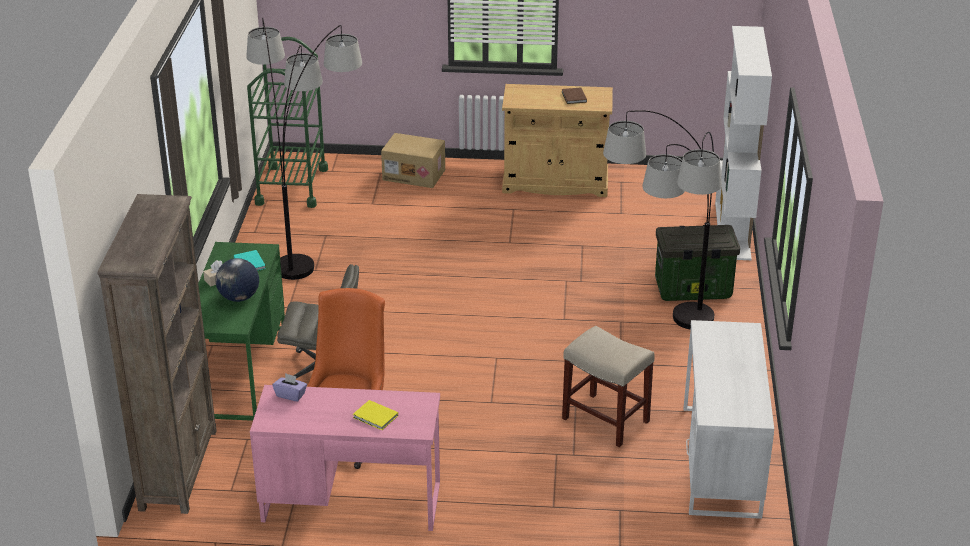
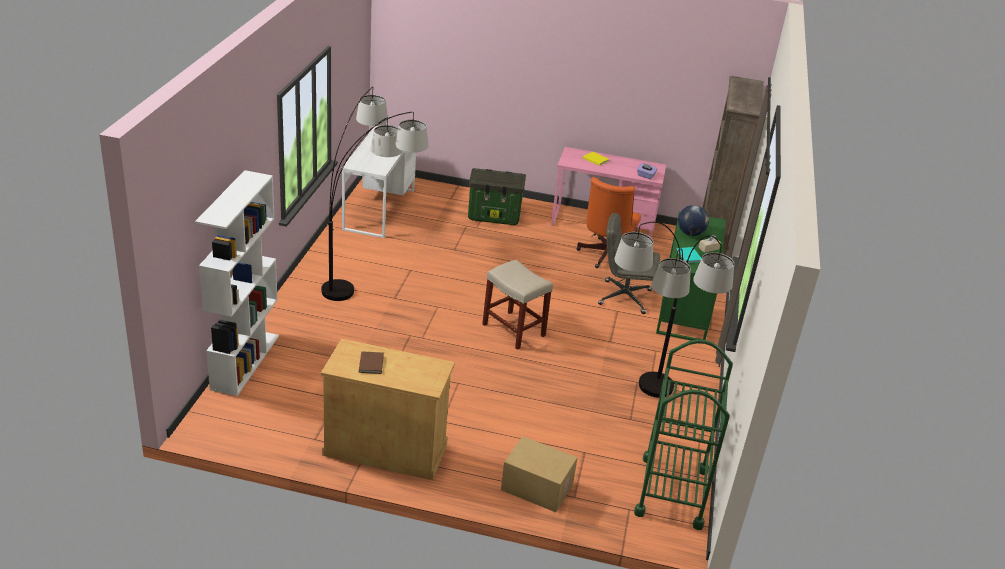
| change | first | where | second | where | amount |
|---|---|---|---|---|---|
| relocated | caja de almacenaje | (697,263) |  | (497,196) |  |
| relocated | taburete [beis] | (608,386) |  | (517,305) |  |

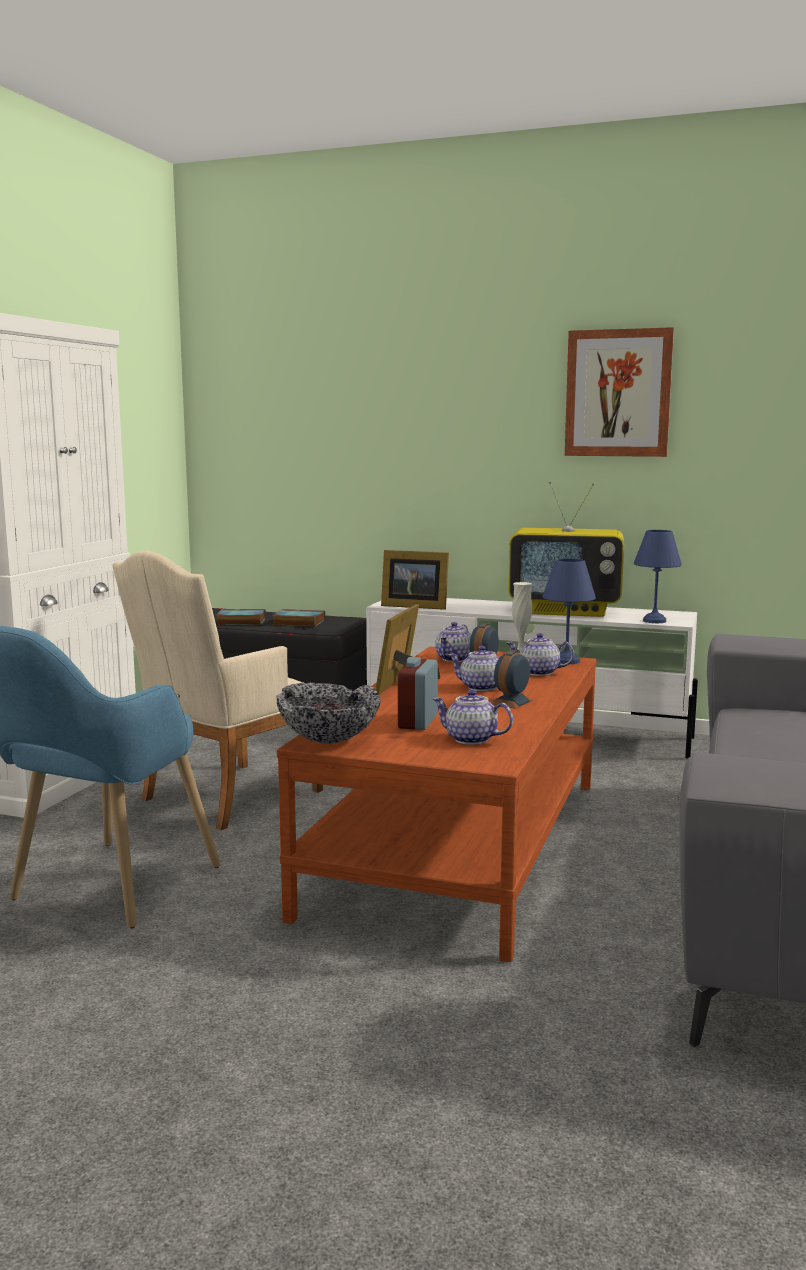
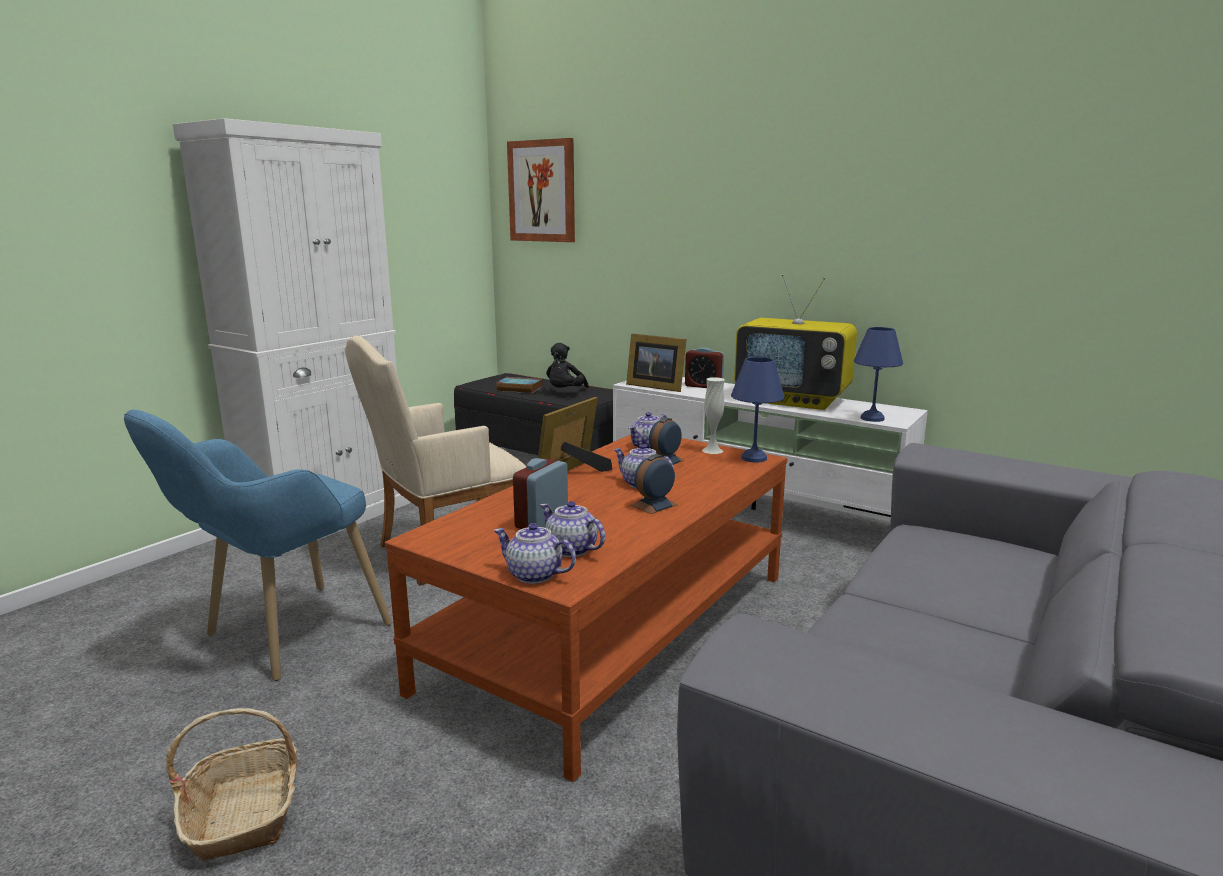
| change | first | where | second | where | amount |
|---|---|---|---|---|---|
| appeared |  |  | cesta | (232,784) |  |
| relocated | tetera | (540,654) |  | (535,553) |  |
| relocated | cuadro | (619,392) |  | (541,190) |  |
| exchanged | libro | (298,617) | peluche [negro] | (567,365) |  |
| appeared |  |  | despertador | (704,367) |  |
| missing | cuenco | (329,713) |  |  |  |

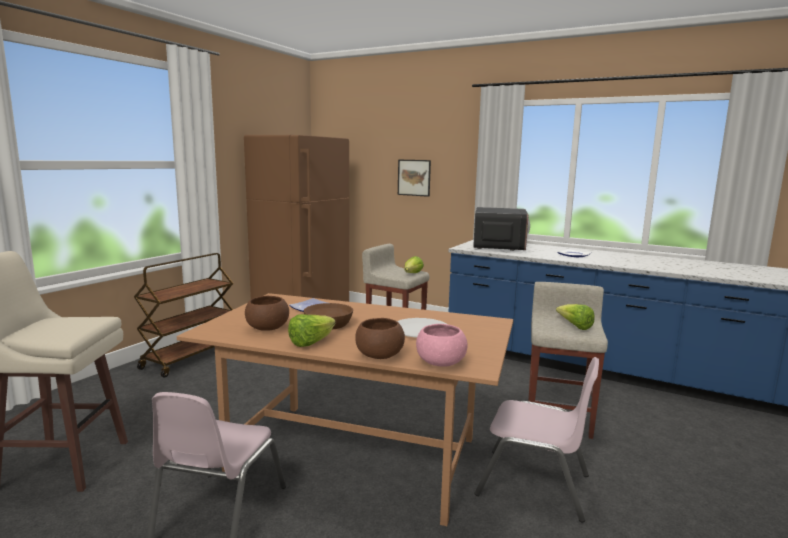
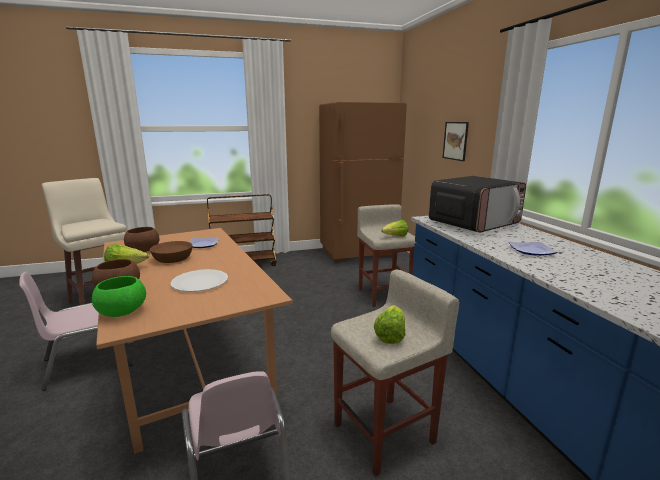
| change | first | where | second | where | amount |
|---|---|---|---|---|---|
| colour | cuenco [rosa] | (442,345) | cuenco [verde] | (119,296) |  |

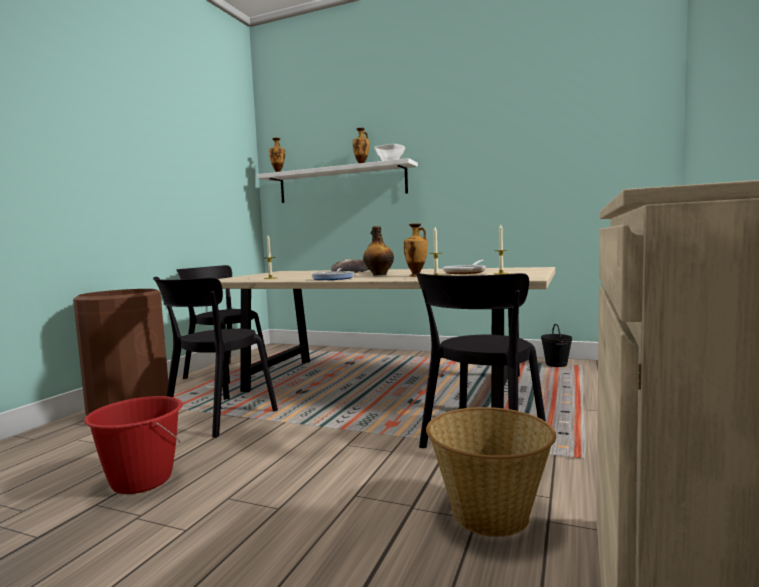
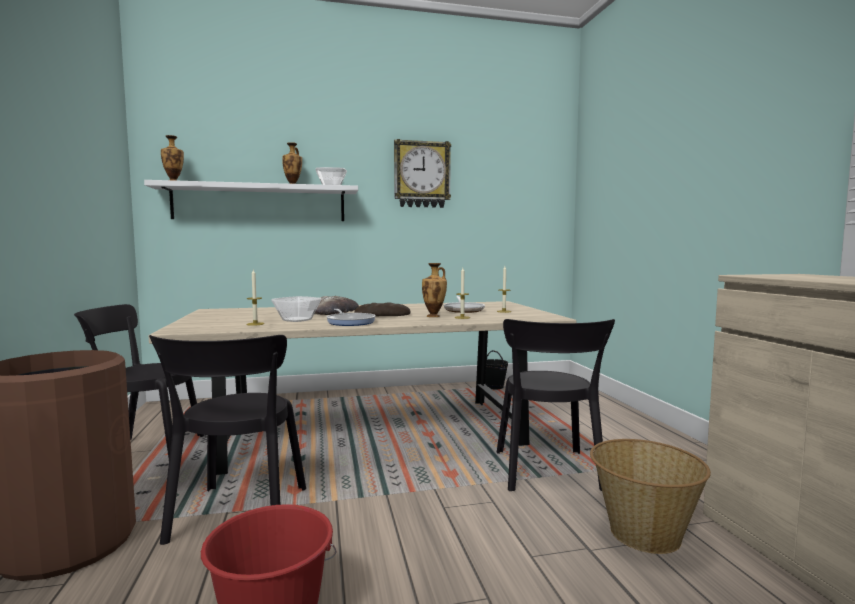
| change | first | where | second | where | amount |
|---|---|---|---|---|---|
| appeared |  |  | cuenco | (296,309) |  |
| exchanged | botella | (378,251) | pan | (382,309) |  |
| appeared |  |  | reloj de pared | (422,173) |  |

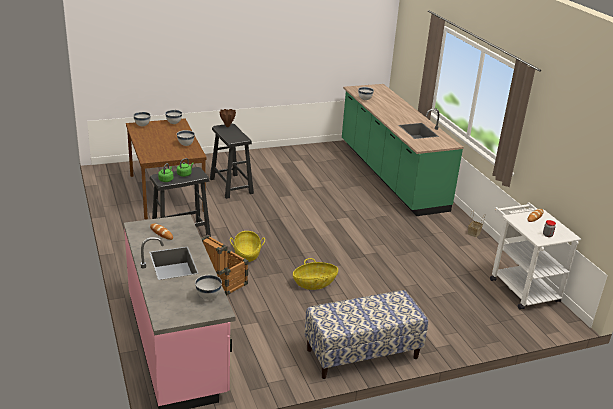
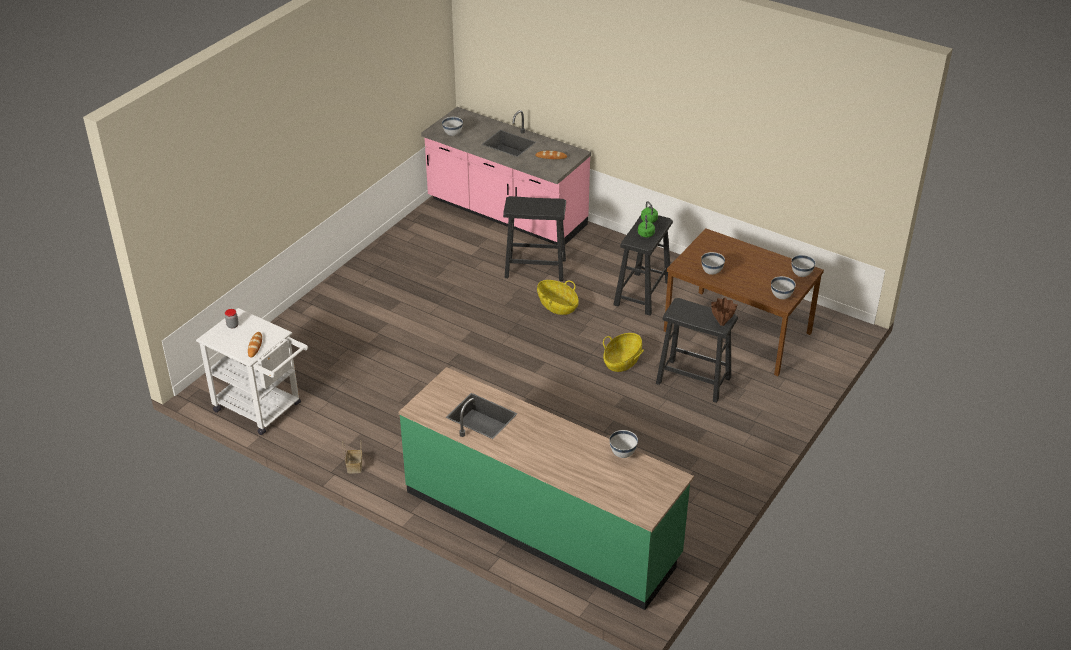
| change | first | where | second | where | amount |
|---|---|---|---|---|---|
| exchanged | caja de embalaje | (224,265) | taburete [negro] | (534,238) |  |
| relocated | cesta | (315,274) |  | (623,352) |  |
| missing | banco | (366,334) |  |  |  |

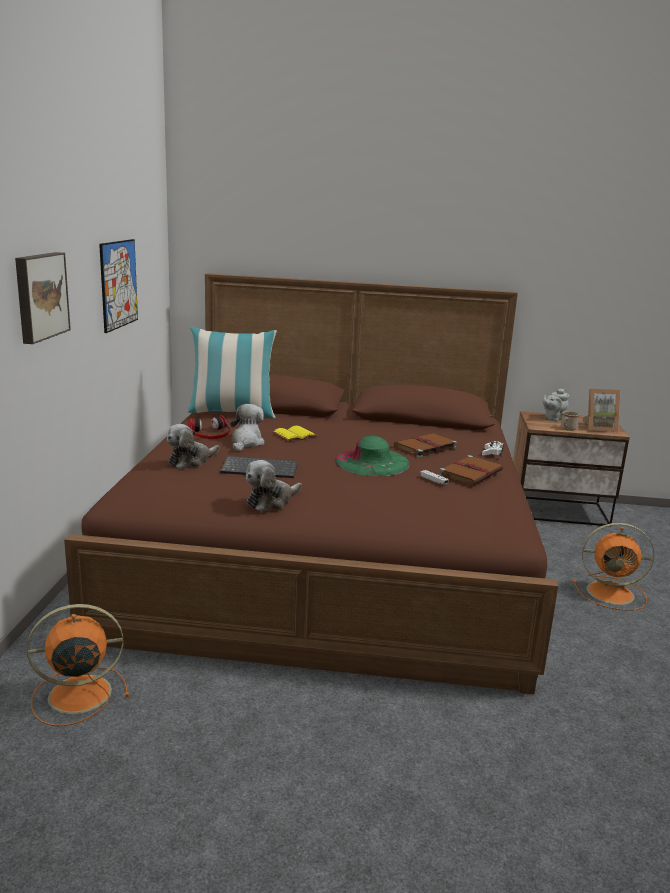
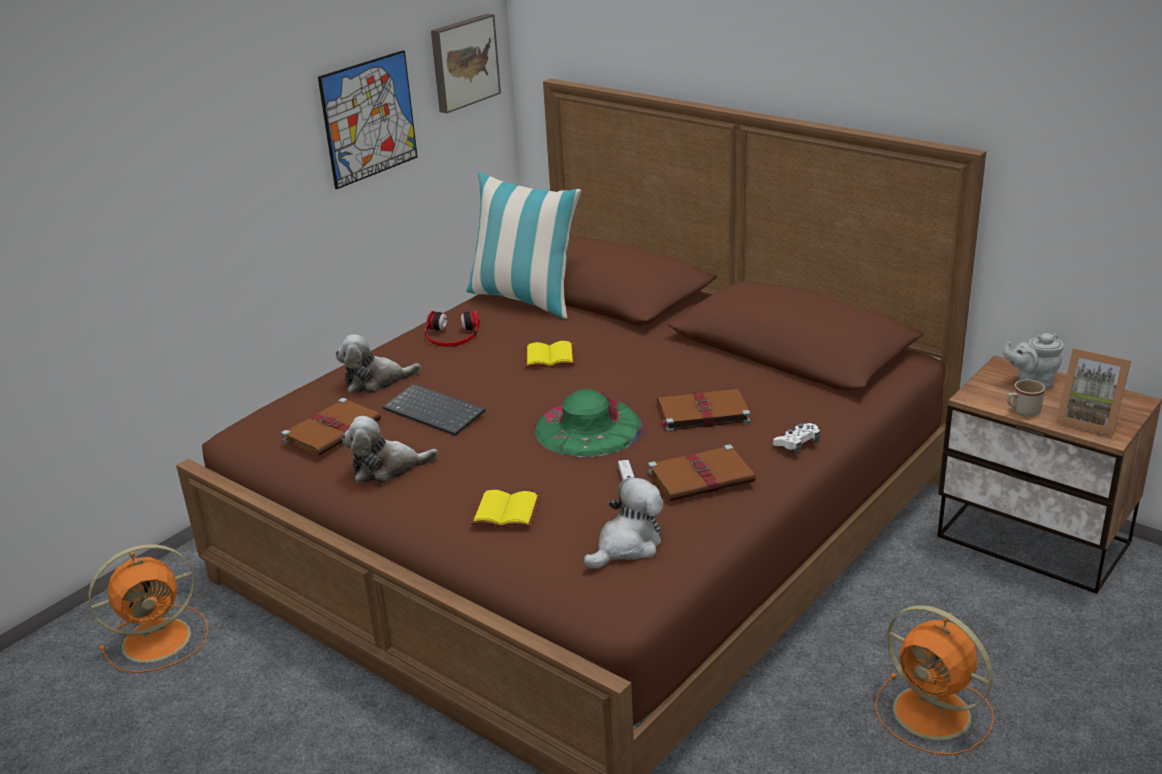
| change | first | where | second | where | amount |
|---|---|---|---|---|---|
| spun | ventilador [naranja] | (78,665) |  | (148,608) | 135 degrees clockwise |
| appeared |  |  | libro [marrón] | (331,427) |  |
| relocated | cuadro | (43,298) |  | (466,63) |  |
| appeared |  |  | libro [amarillo] | (505,508) |  |
| relocated | peluche | (247,427) |  | (623,523) |  |

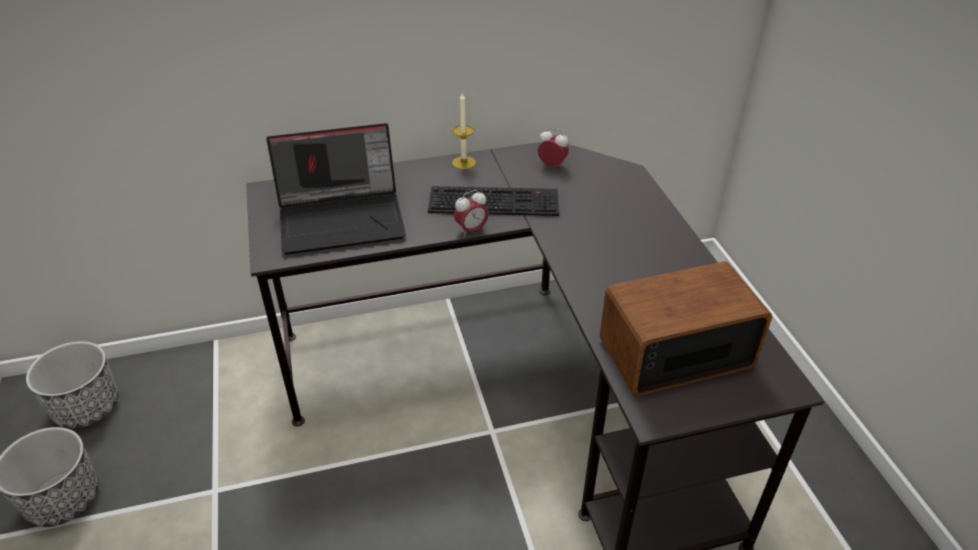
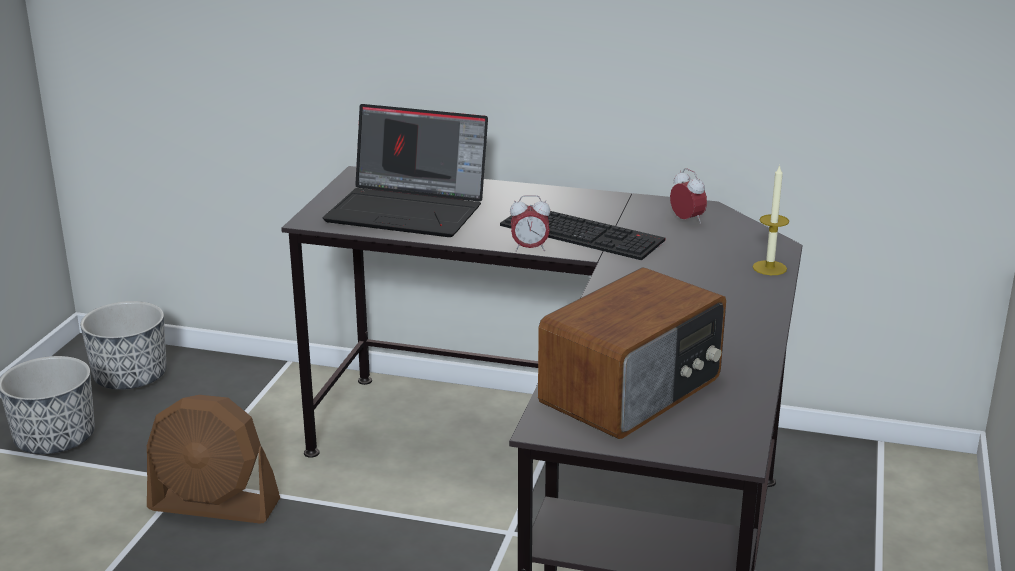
| change | first | where | second | where | amount |
|---|---|---|---|---|---|
| appeared |  |  | ventilador [marrón] | (213,459) |  |
| spun | radio | (686,328) |  | (632,353) | 120 degrees clockwise |
| relocated | vela | (464,131) |  | (771,220) |  |

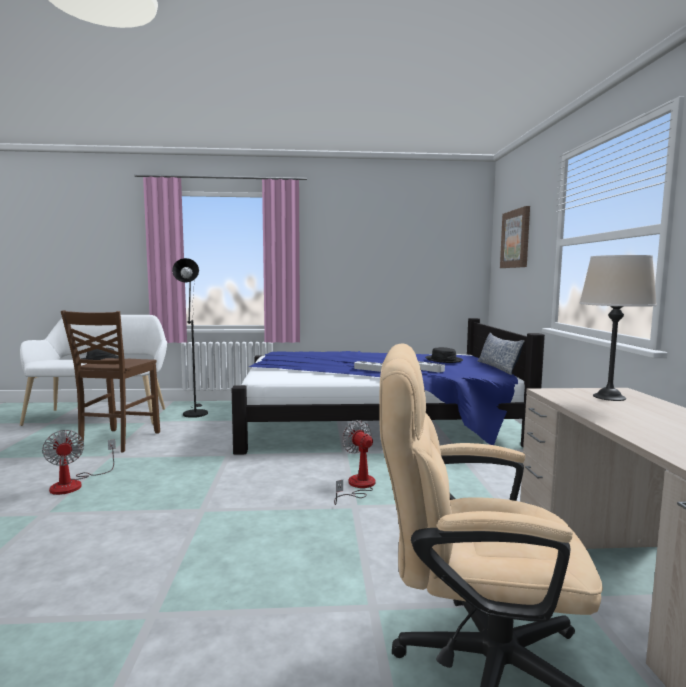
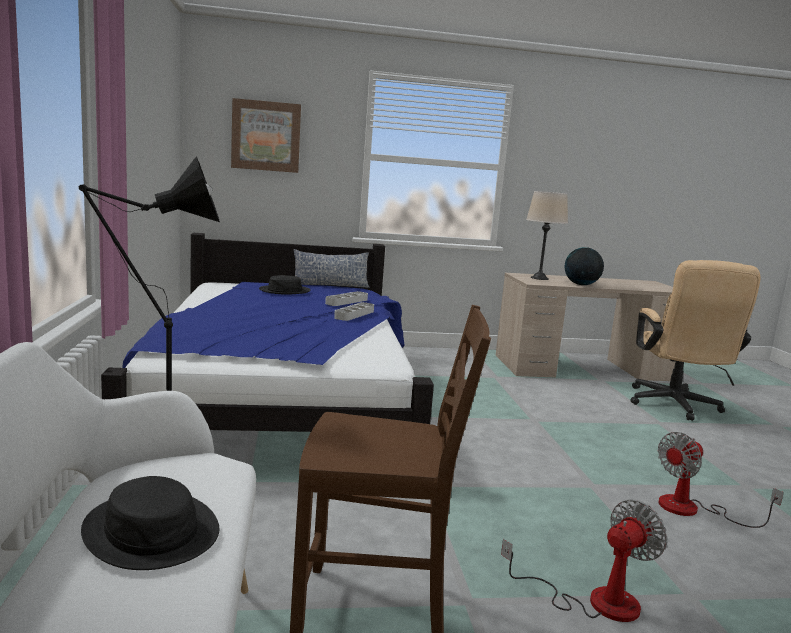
| change | first | where | second | where | amount |
|---|---|---|---|---|---|
| appeared |  |  | globo terráqueo | (584,266) |  |
| relocated | ventilador | (354,462) |  | (721,480) |  |

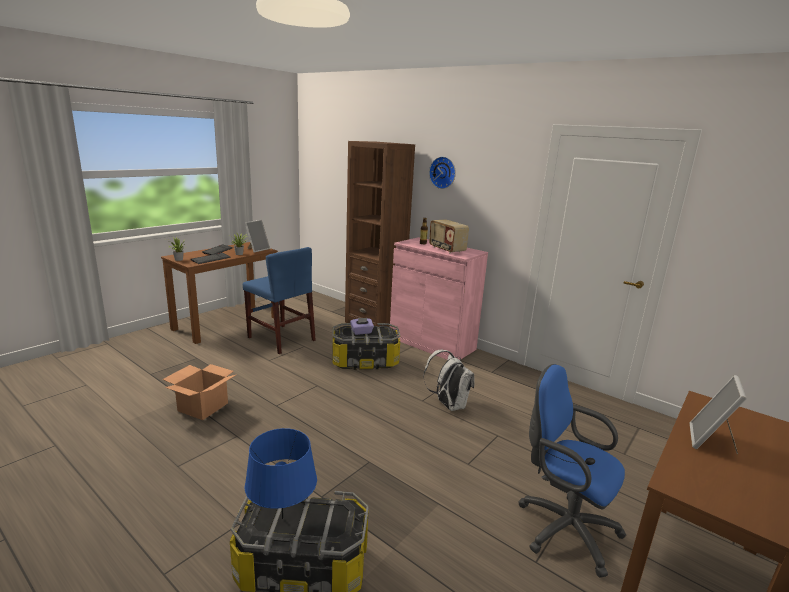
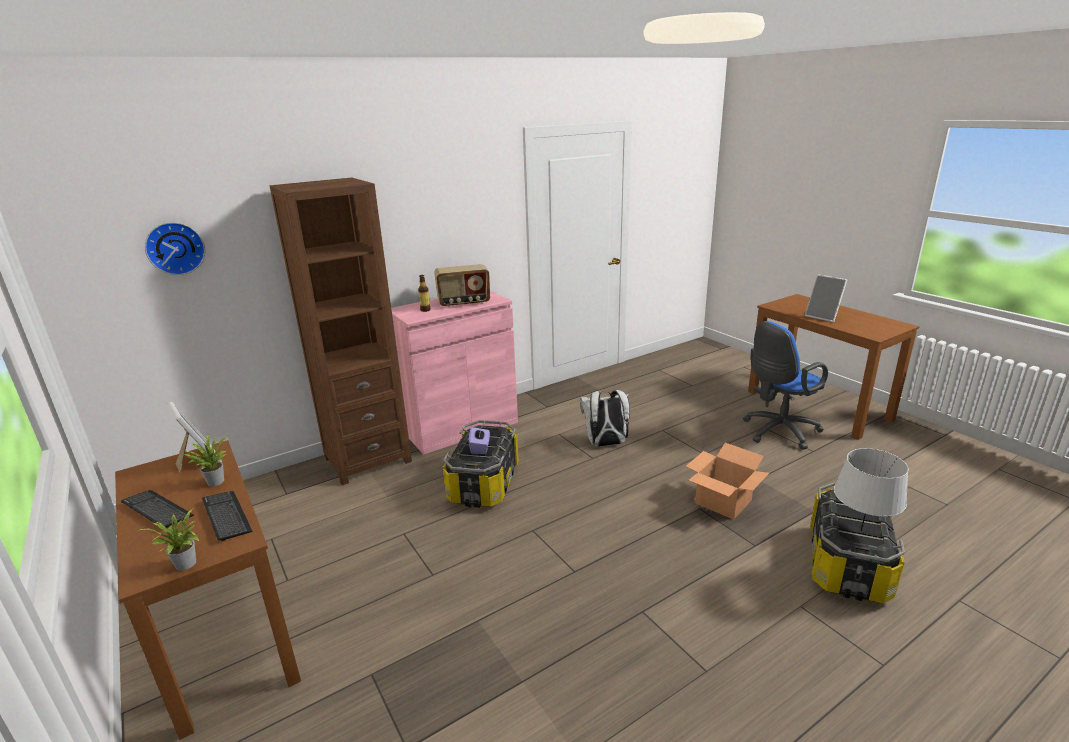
| change | first | where | second | where | amount |
|---|---|---|---|---|---|
| relocated | reloj de pared | (442,172) |  | (175,248) |  |
| relocated | caja de cartón | (199,392) |  | (727,481) |  |
| colour | lámpara de mesa [azul] | (281,473) | lámpara de mesa [gris] | (871,489) |  |
| missing | silla [azul] | (279,300) |  |  |  |

